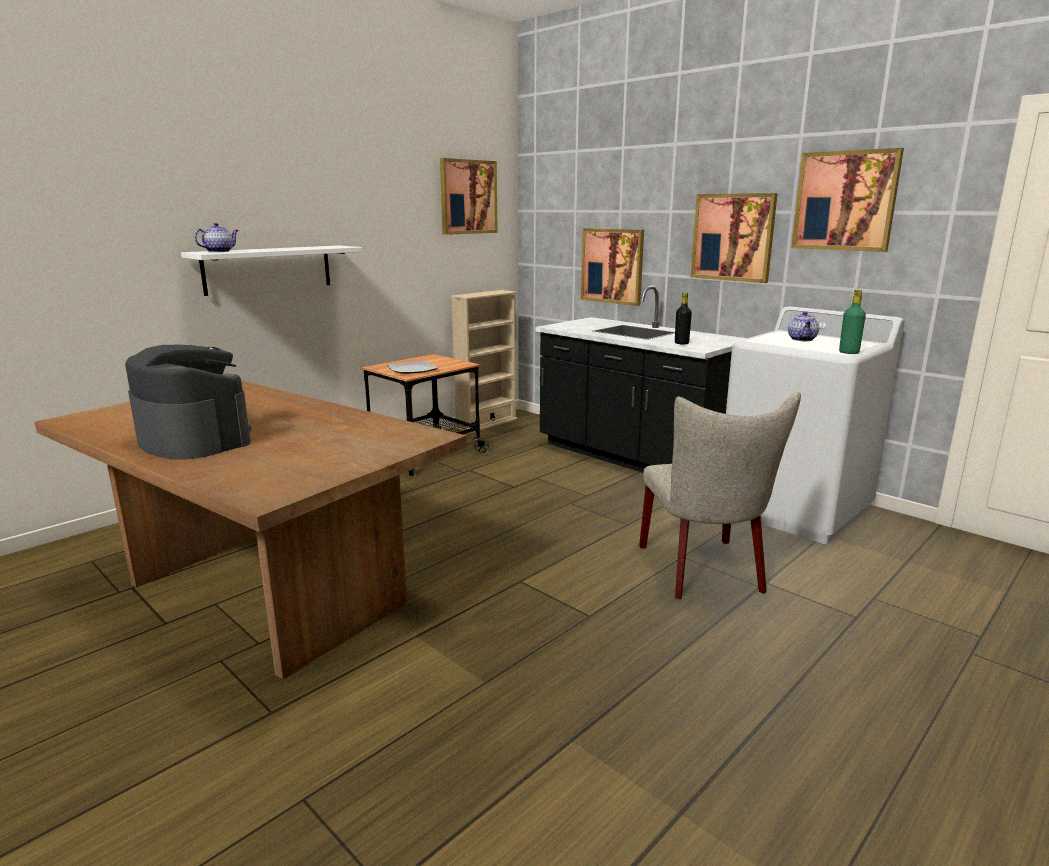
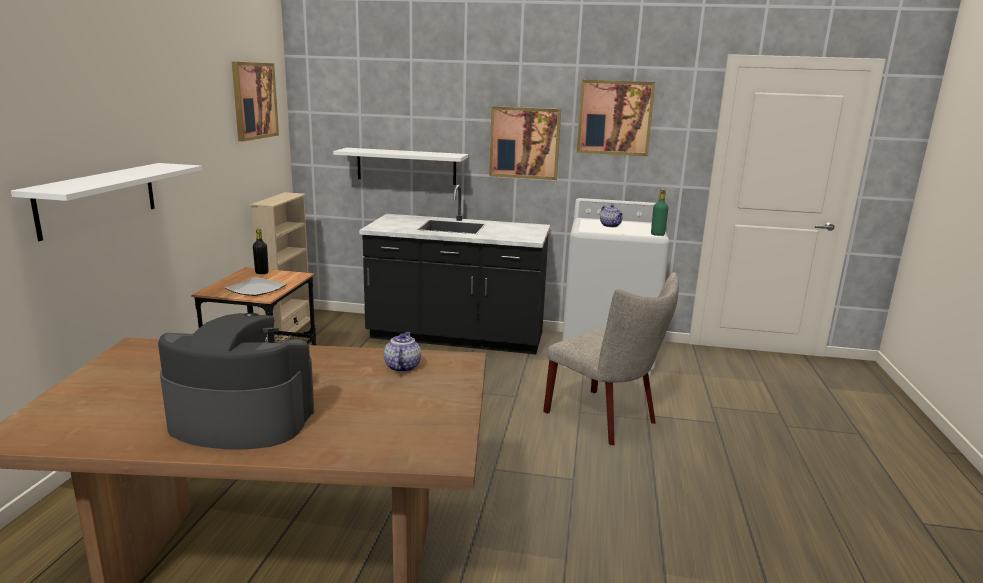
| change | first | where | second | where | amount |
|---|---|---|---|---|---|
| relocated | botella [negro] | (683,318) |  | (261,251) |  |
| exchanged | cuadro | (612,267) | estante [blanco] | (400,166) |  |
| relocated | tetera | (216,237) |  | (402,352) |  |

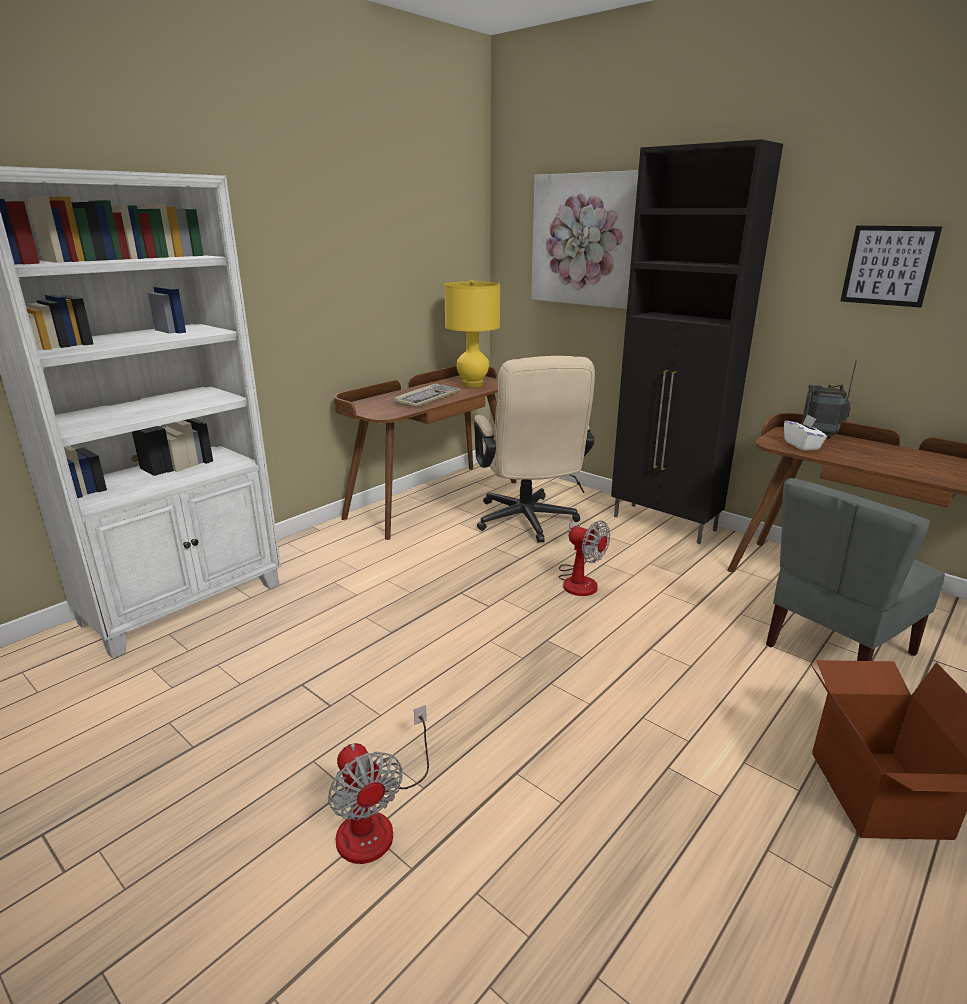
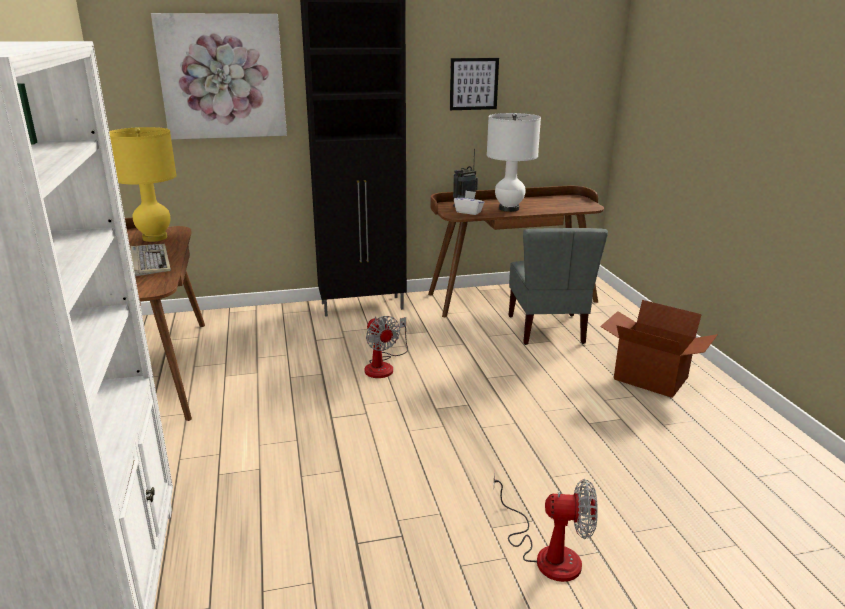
| change | first | where | second | where | amount |
|---|---|---|---|---|---|
| spun | ventilador | (584,558) |  | (386,347) | 75 degrees clockwise |
| appeared |  |  | lámpara de mesa [blanco] | (514,162) |  |
| missing | silla de oficina [beis] | (534,449) |  |  |  |

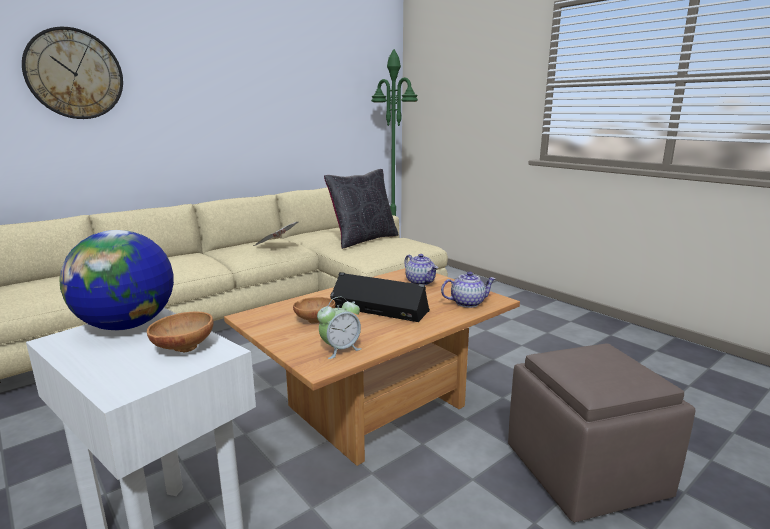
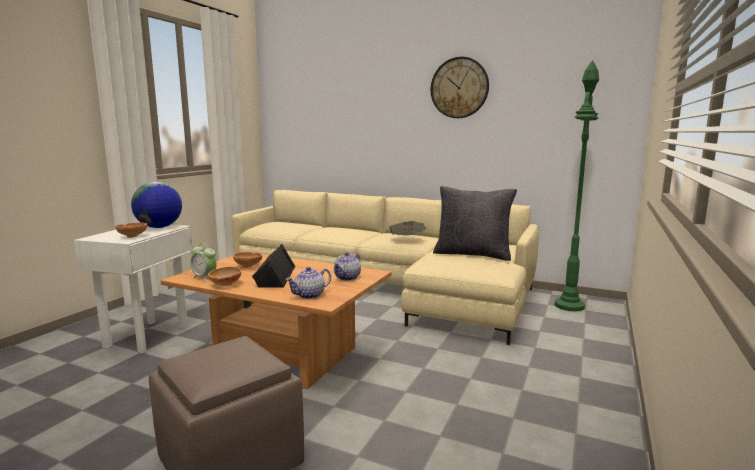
| change | first | where | second | where | amount |
|---|---|---|---|---|---|
| appeared |  |  | cuenco [marrón] | (224,276) |  |
| spun | tetera | (468,289) |  | (308,283) | 90 degrees clockwise |
| relocated | reloj de pared | (72,73) |  | (460,87) |  |

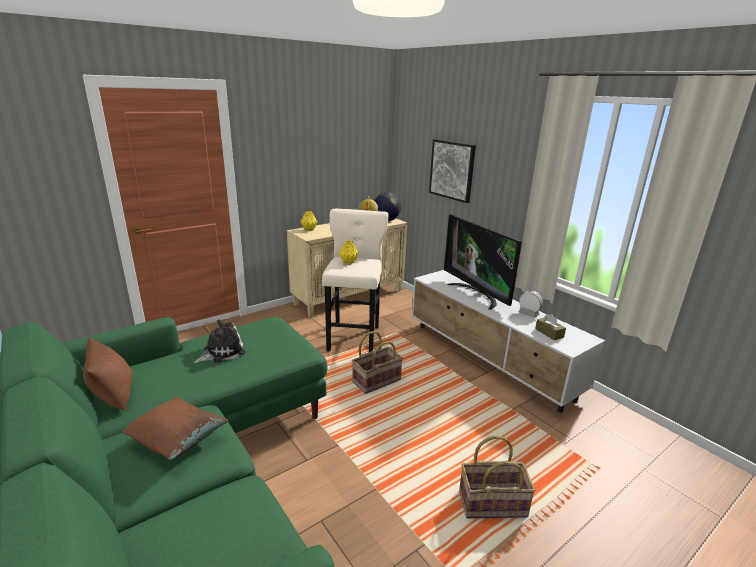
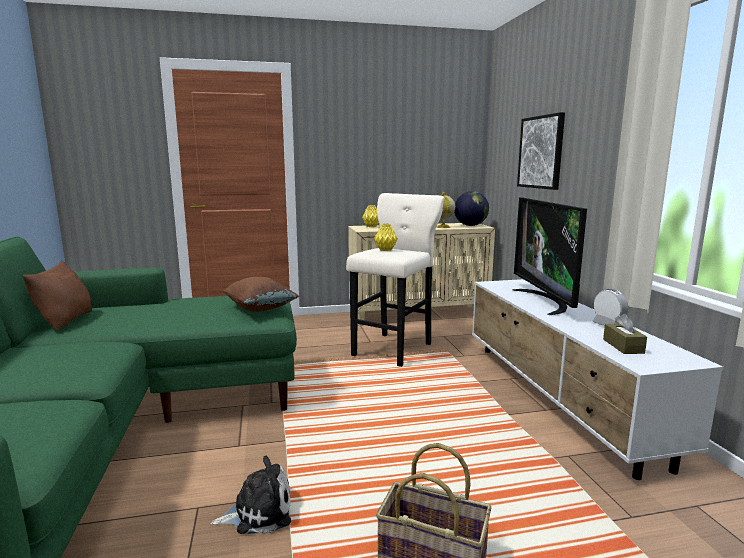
| change | first | where | second | where | amount |
|---|---|---|---|---|---|
| relocated | peluche | (220,341) |  | (250,495) |  |
| relocated | cojín [marrón] | (175,428) |  | (261,294) |  |
| missing | cesta | (377,362) |  |  |  |

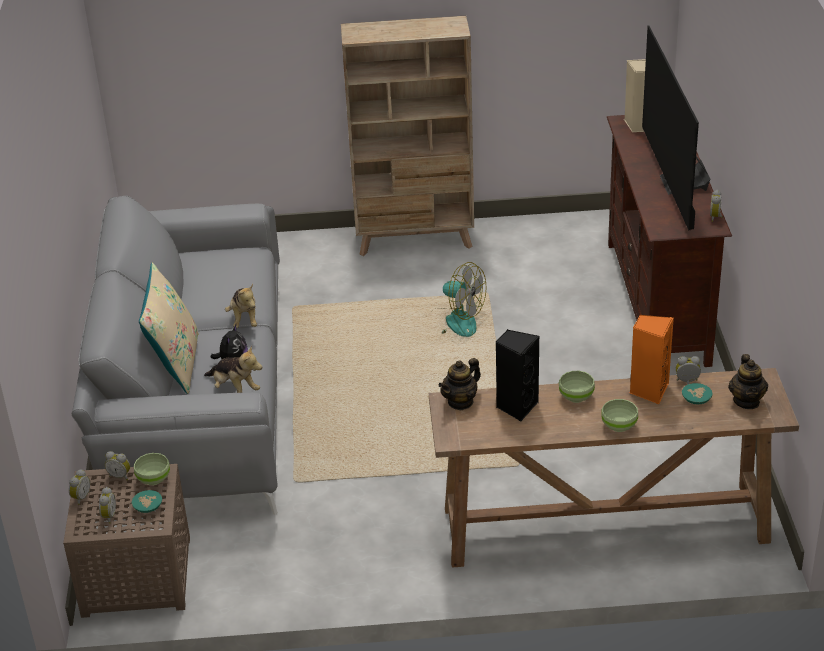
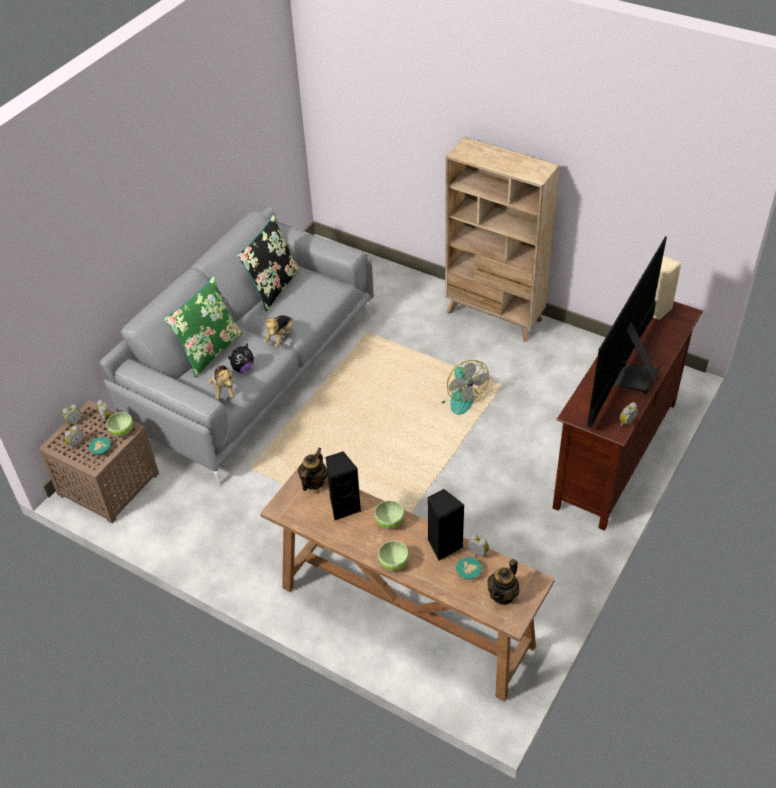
| change | first | where | second | where | amount |
|---|---|---|---|---|---|
| colour | cojín [beis] | (168,328) | cojín [verde] | (203,327) |  |
| appeared |  |  | cojín [negro] | (269,263) |  |
| spun | tetera | (459,384) |  | (312,469) | 120 degrees clockwise |
| colour | altavoz [naranja] | (652,359) | altavoz [negro] | (445,524) |  |

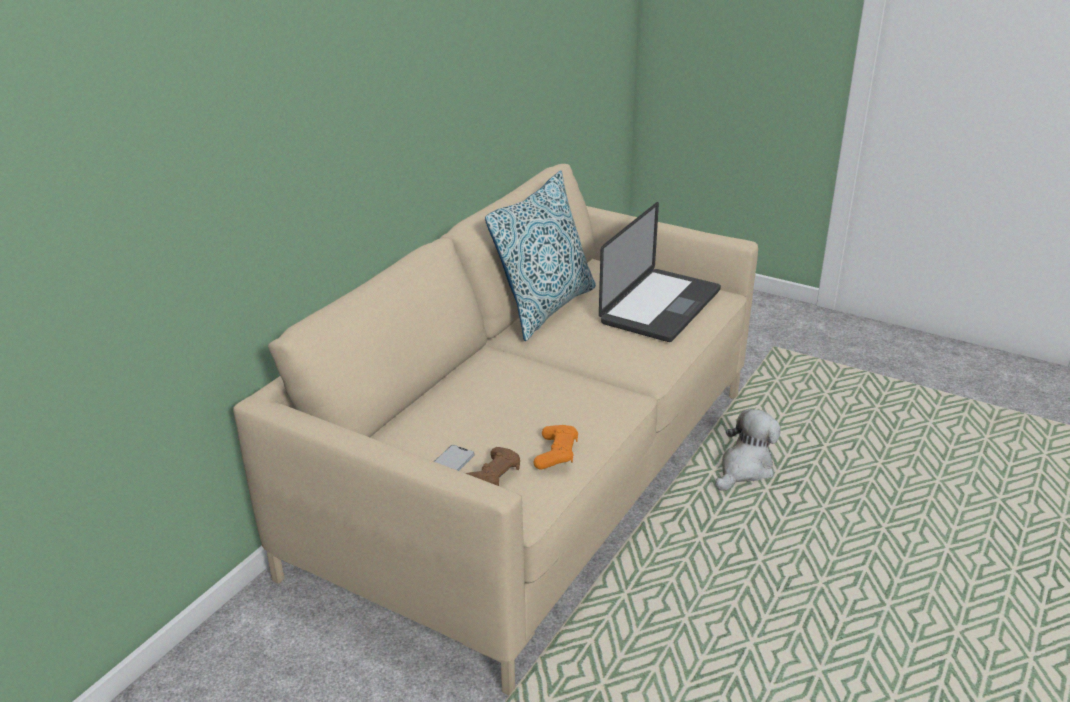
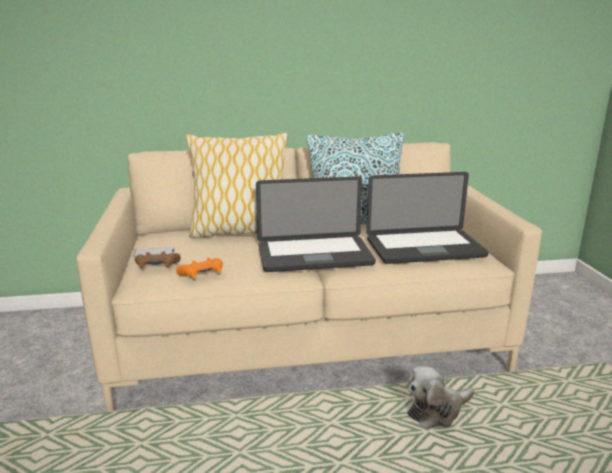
| change | first | where | second | where | amount |
|---|---|---|---|---|---|
| appeared |  |  | cojín | (236,186) |  |
| appeared |  |  | portátil | (316,224) |  |
| spun | peluche | (747,449) |  | (441,397) | 150 degrees clockwise |

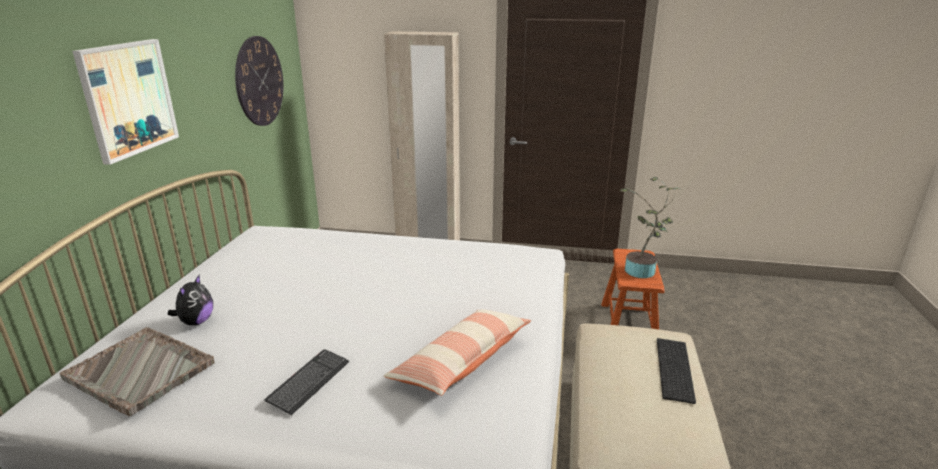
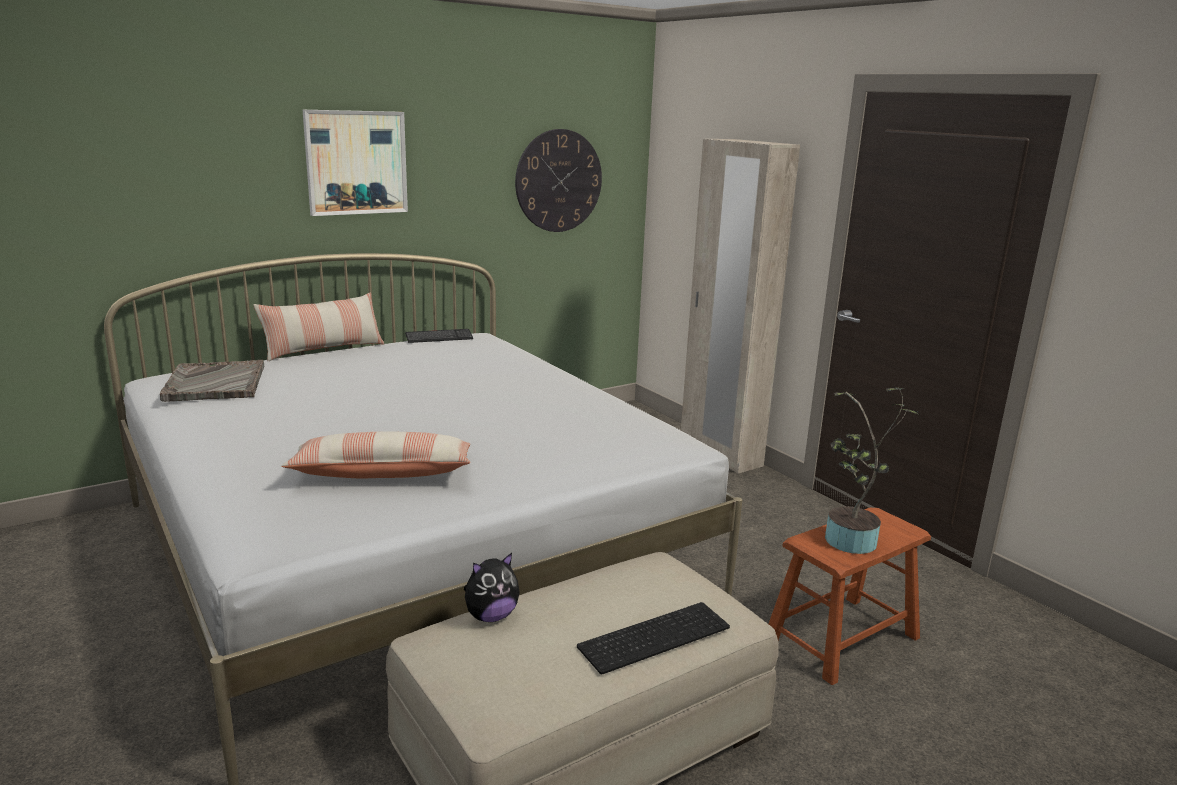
| change | first | where | second | where | amount |
|---|---|---|---|---|---|
| appeared |  |  | cojín | (319,327) |  |
| relocated | teclado | (307,382) |  | (439,336) |  |
| relocated | peluche | (190,300) |  | (492,587) |  |

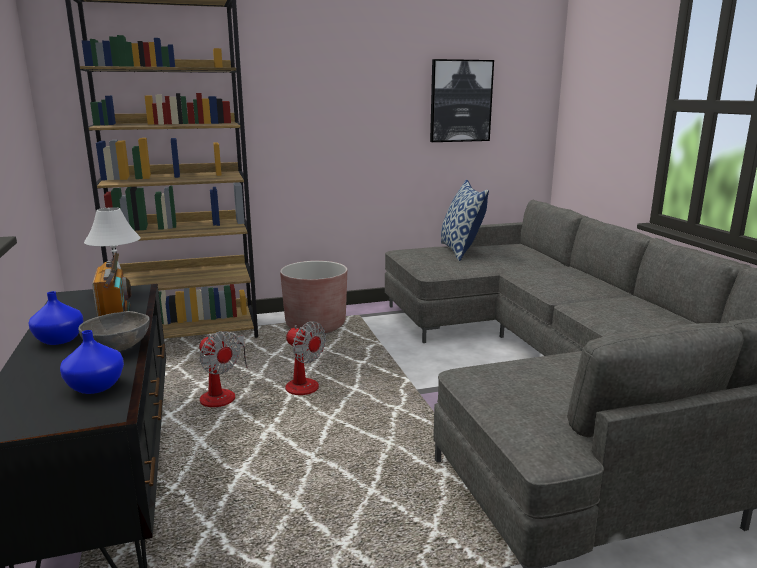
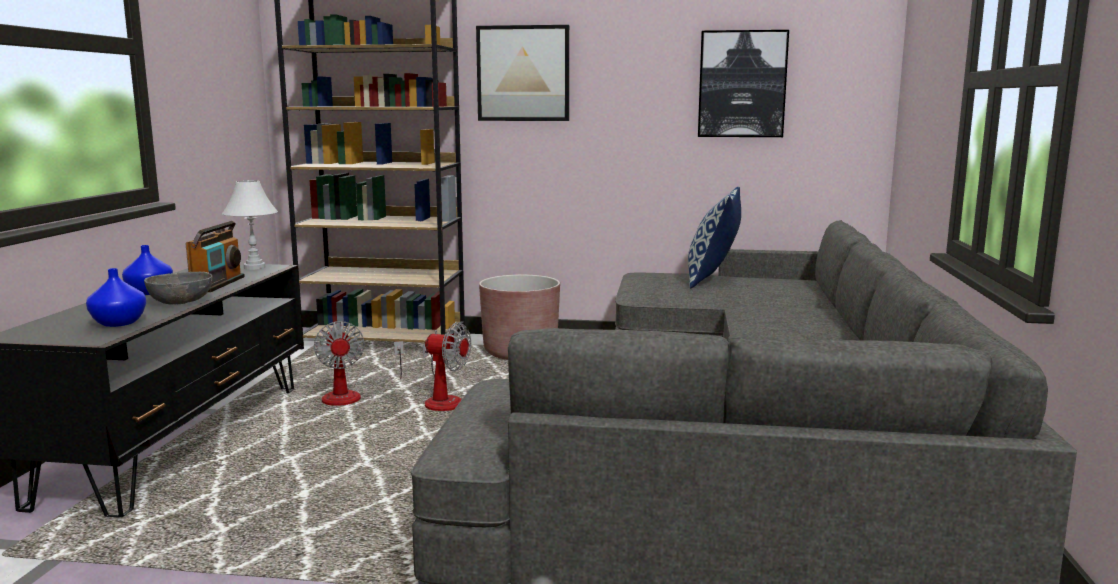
| change | first | where | second | where | amount |
|---|---|---|---|---|---|
| spun | ventilador | (305,358) |  | (444,366) | 45 degrees counterclockwise |
| appeared |  |  | cuadro | (522,73) |  |

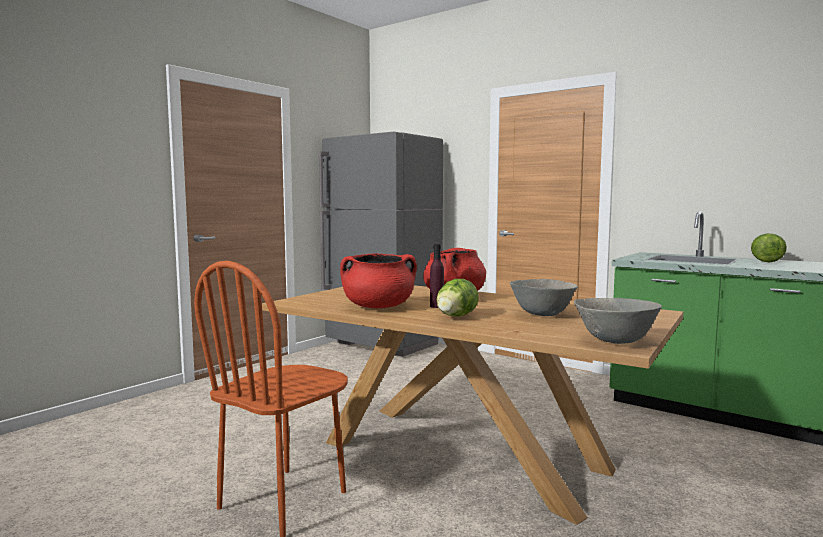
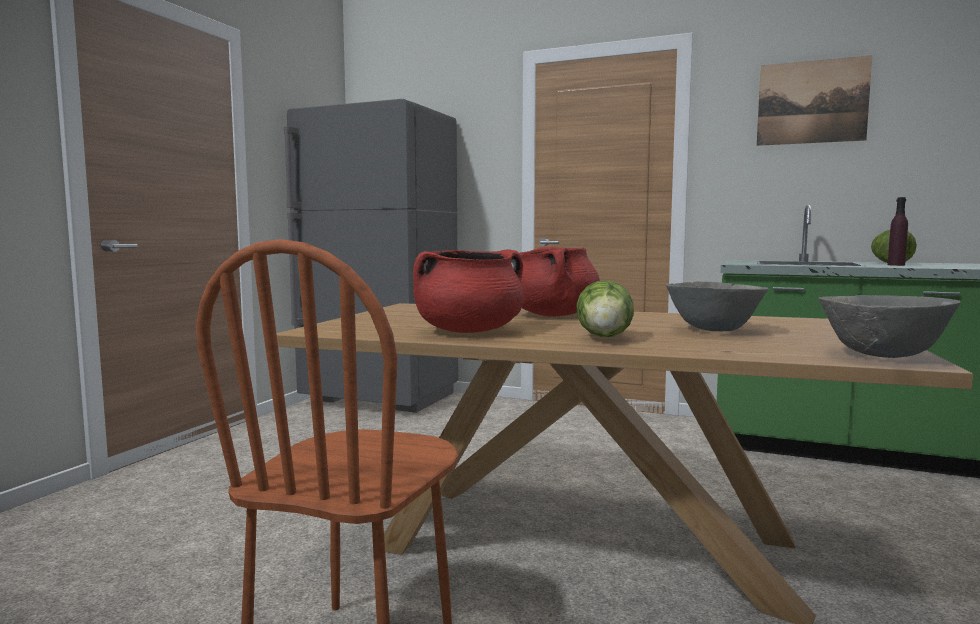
| change | first | where | second | where | amount |
|---|---|---|---|---|---|
| appeared |  |  | cuadro | (814,100) |  |
| relocated | botella [morado] | (437,276) |  | (898,231) |  |

